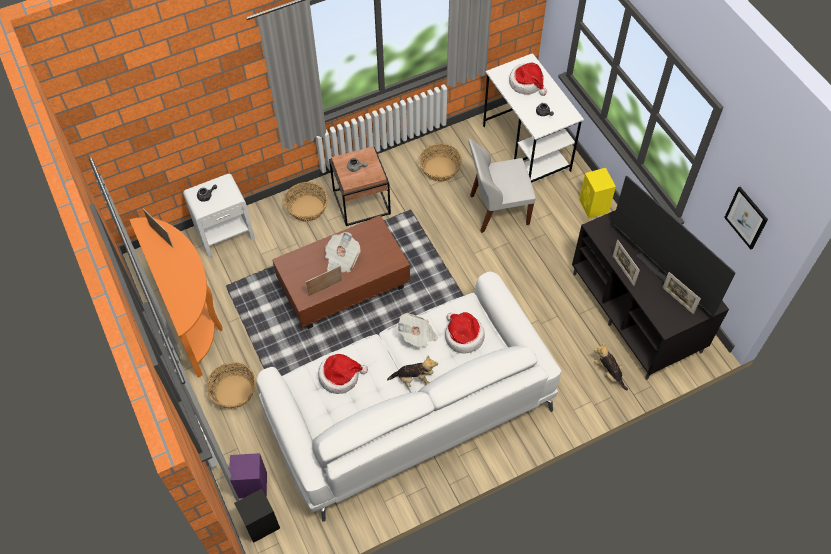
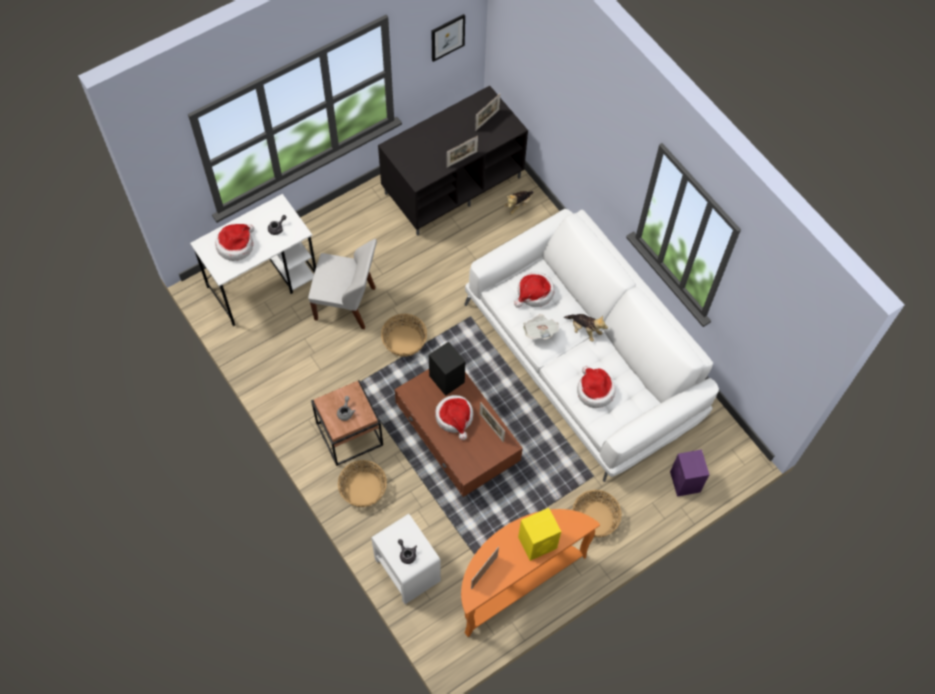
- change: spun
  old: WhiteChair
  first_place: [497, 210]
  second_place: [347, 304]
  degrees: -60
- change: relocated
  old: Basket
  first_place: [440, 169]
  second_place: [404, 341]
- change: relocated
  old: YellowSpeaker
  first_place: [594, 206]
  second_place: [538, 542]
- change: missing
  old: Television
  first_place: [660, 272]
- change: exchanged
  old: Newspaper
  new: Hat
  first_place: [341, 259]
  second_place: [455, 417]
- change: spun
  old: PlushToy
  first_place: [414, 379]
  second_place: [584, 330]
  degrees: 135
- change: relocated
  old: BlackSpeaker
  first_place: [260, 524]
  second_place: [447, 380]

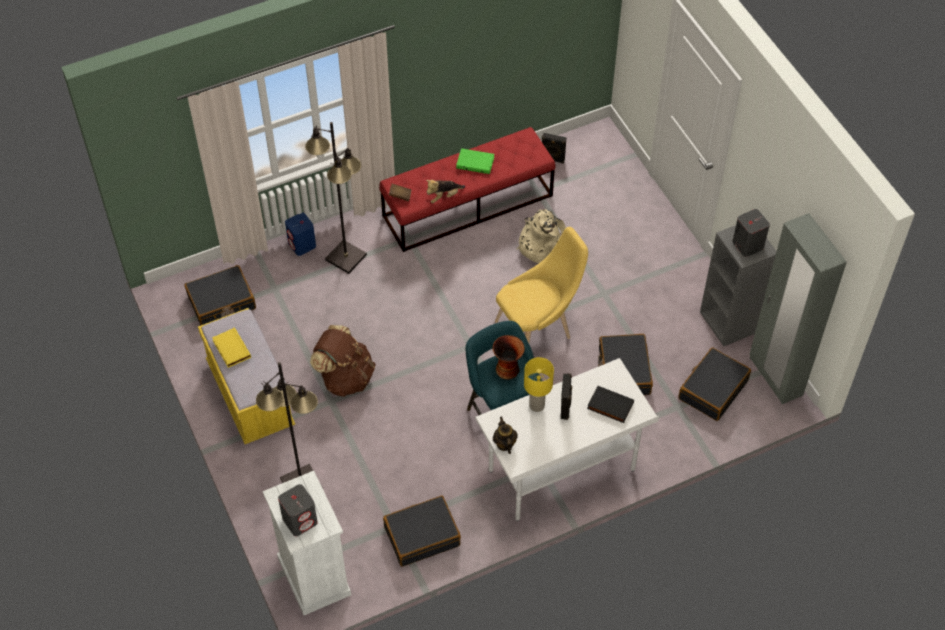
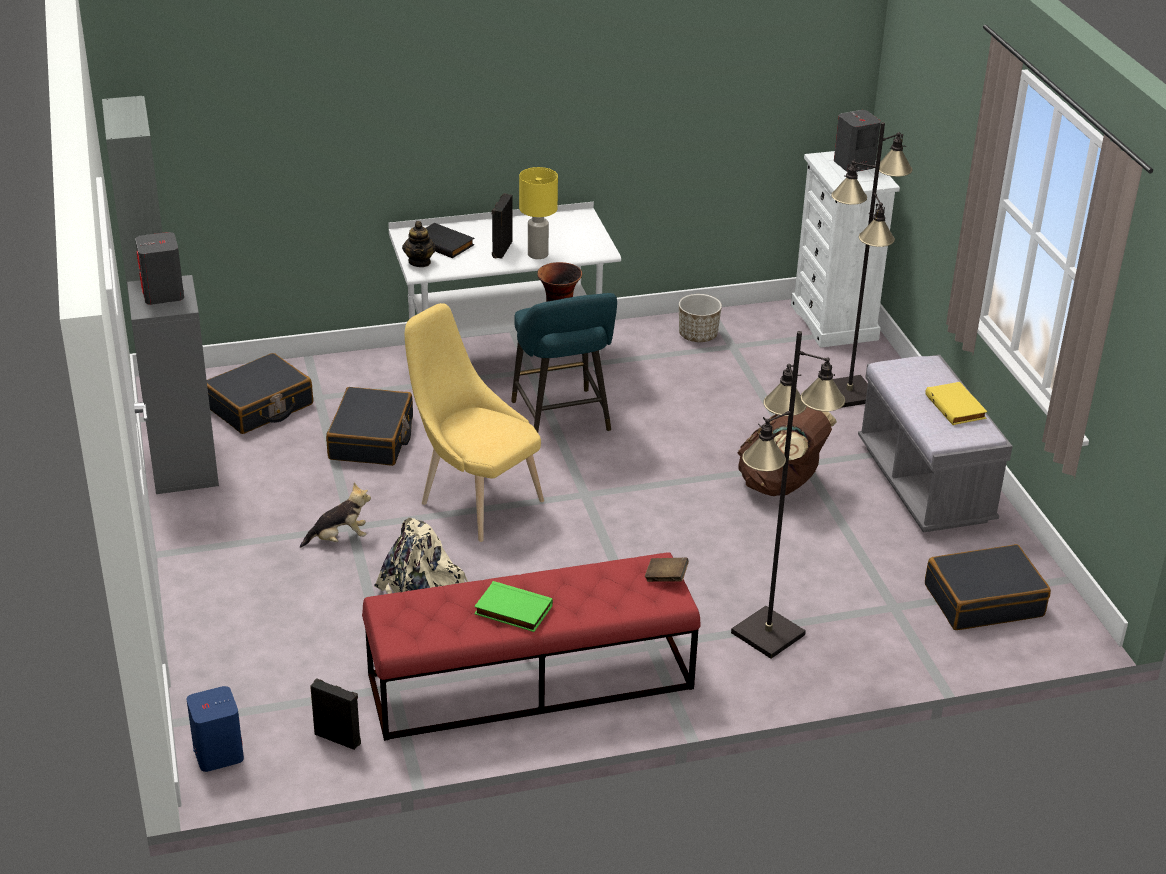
- change: relocated
  old: PlushToy
  first_place: [444, 196]
  second_place: [339, 539]
- change: relocated
  old: BlueSpeaker
  first_place: [302, 245]
  second_place: [218, 753]
- change: spun
  old: YellowChair
  first_place: [538, 328]
  second_place: [475, 500]
  degrees: 60
- change: colour
  old: YellowBench
  new: GreyBench
  first_place: [250, 395]
  second_place: [924, 484]
- change: relocated
  old: Teapot
  first_place: [504, 444]
  second_place: [420, 262]
- change: exchanged
  old: BlackSuitcase
  new: Planter
  first_place: [422, 536]
  second_place: [698, 335]

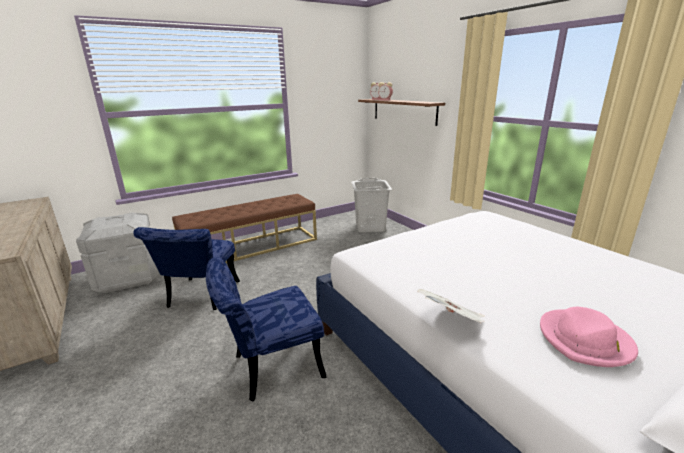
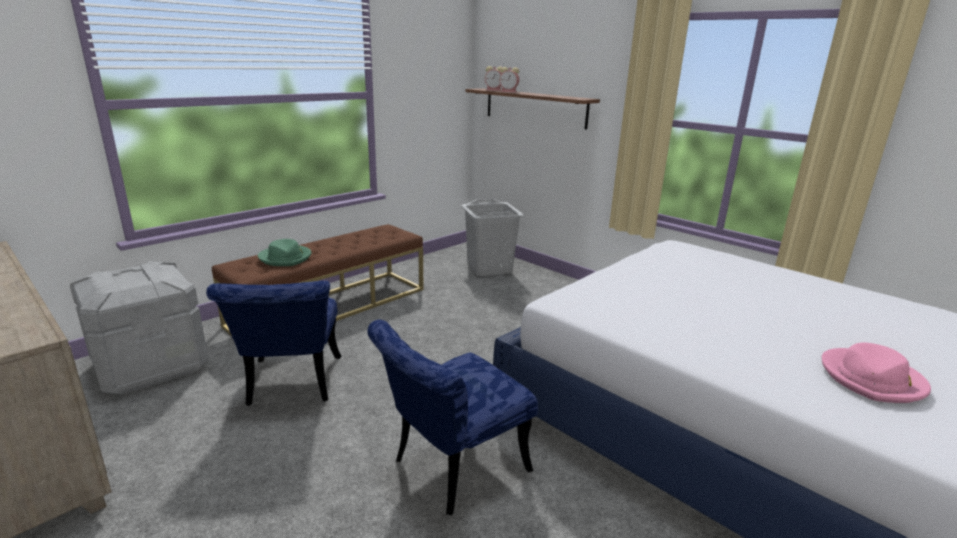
- change: missing
  old: Newspaper
  first_place: [452, 321]
- change: appeared
  new: GreenHat
  second_place: [286, 258]

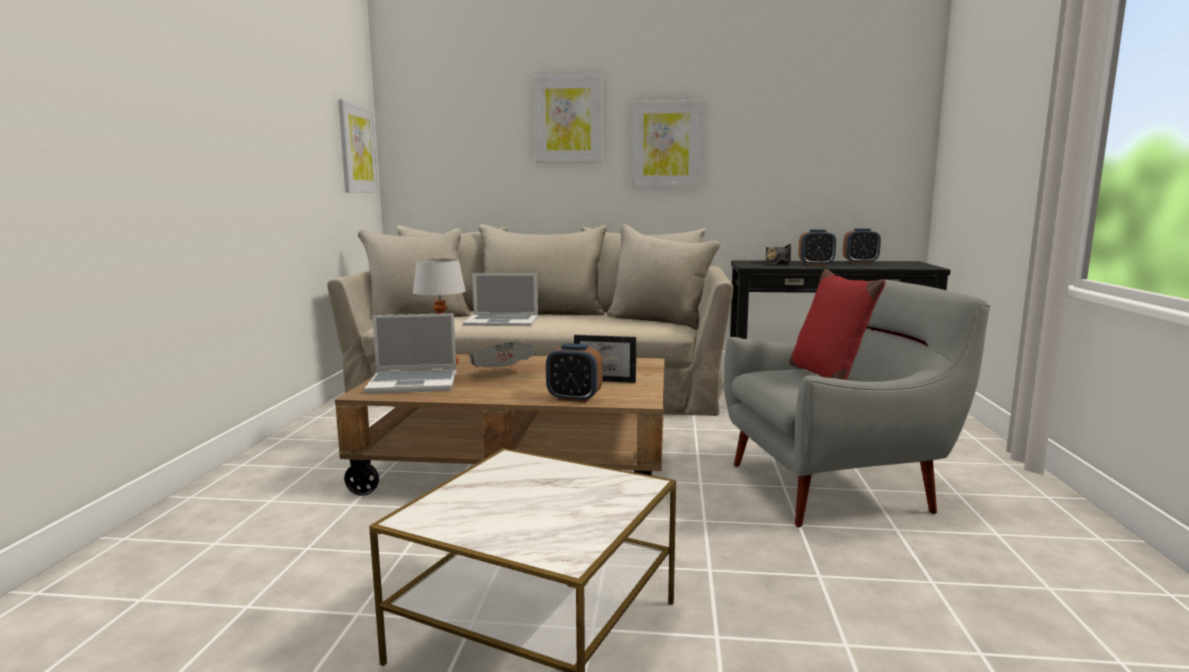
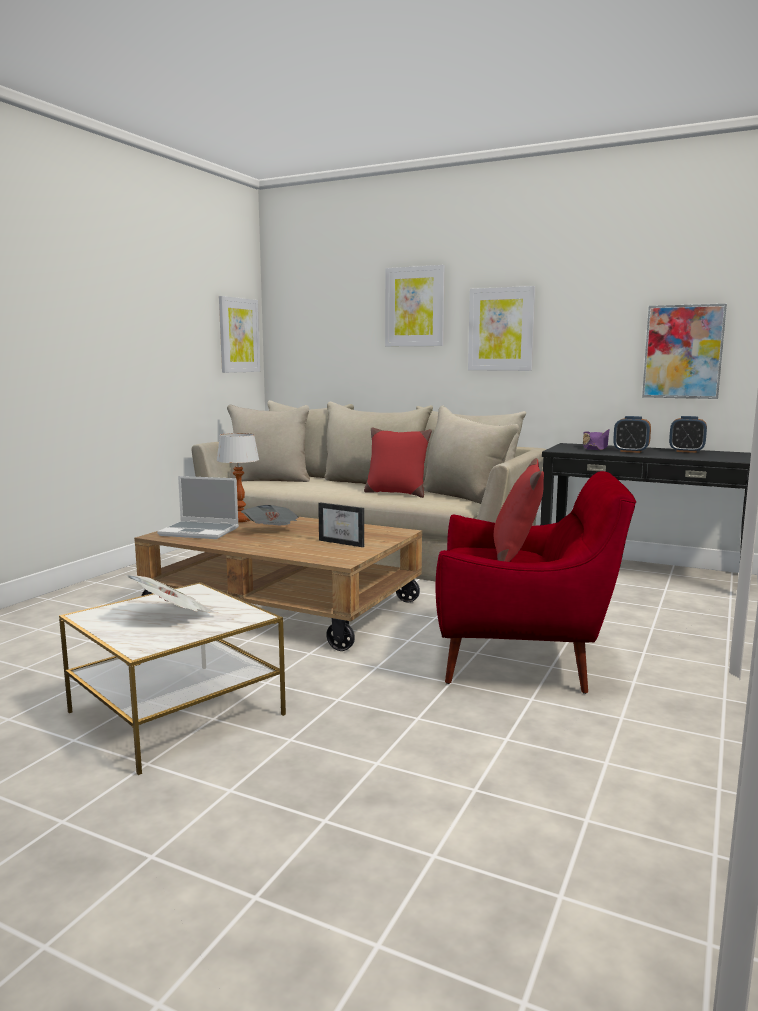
- change: colour
  old: BlackHat
  new: PurpleHat
  first_place: [777, 263]
  second_place: [595, 448]
- change: missing
  old: Laptop
  first_place: [502, 321]
- change: colour
  old: GreyArmchair
  new: RedArmchair
  first_place: [837, 486]
  second_place: [524, 660]
- change: missing
  old: AlarmClock
  first_place: [574, 398]
- change: appeared
  new: Picture
  second_place: [683, 352]
- change: appeared
  new: RedPillow
  second_place: [396, 493]
- change: appeared
  new: Newspaper
  second_place: [173, 616]

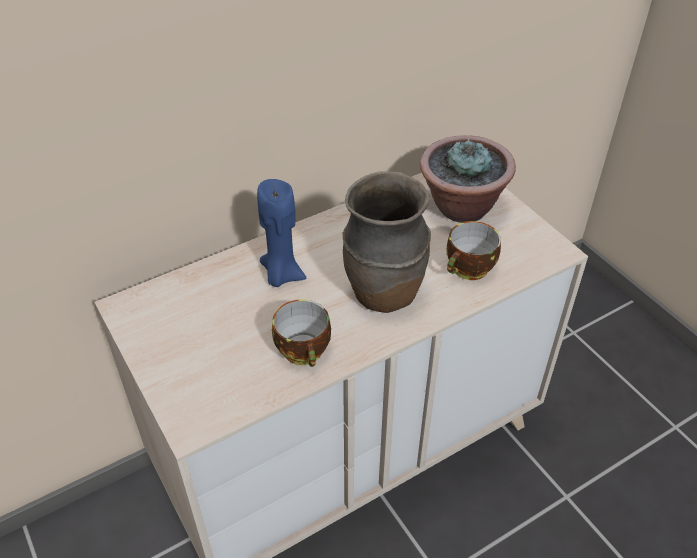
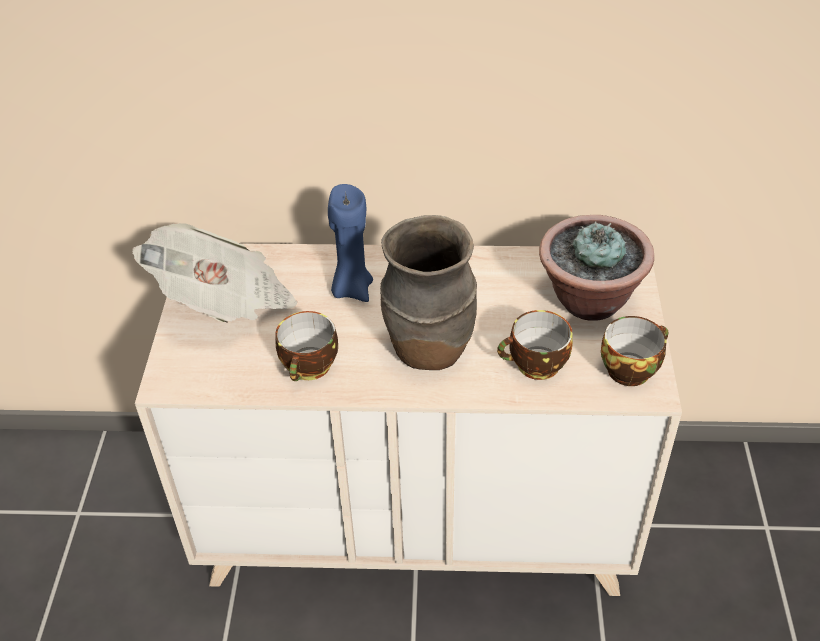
- change: appeared
  new: Newspaper
  second_place: [225, 302]
- change: appeared
  new: Cup
  second_place: [630, 368]

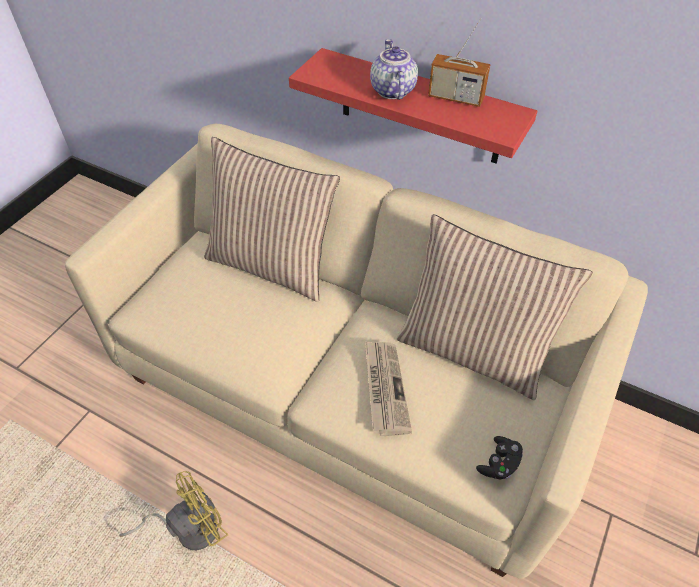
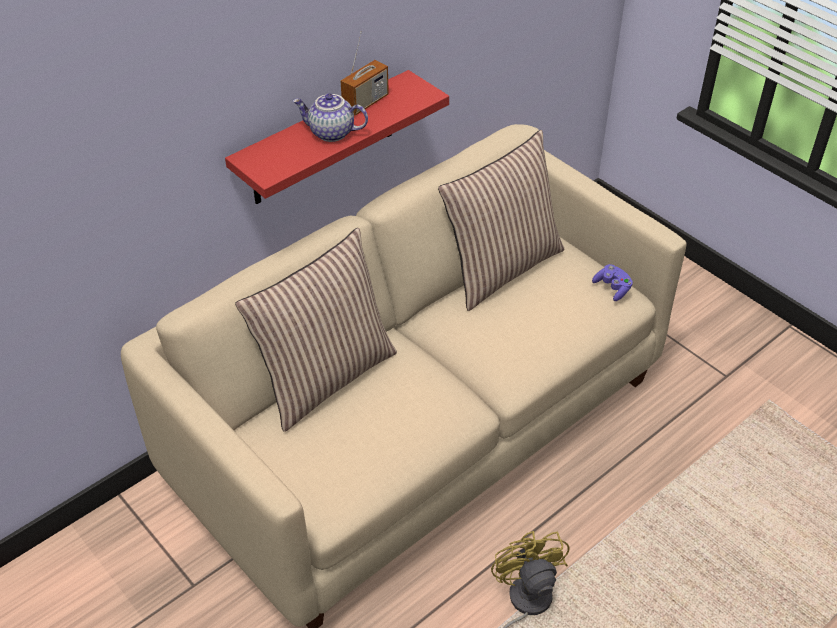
- change: missing
  old: Newspaper
  first_place: [384, 388]
- change: colour
  old: BlackGameController
  new: PurpleGameController
  first_place: [499, 464]
  second_place: [612, 288]

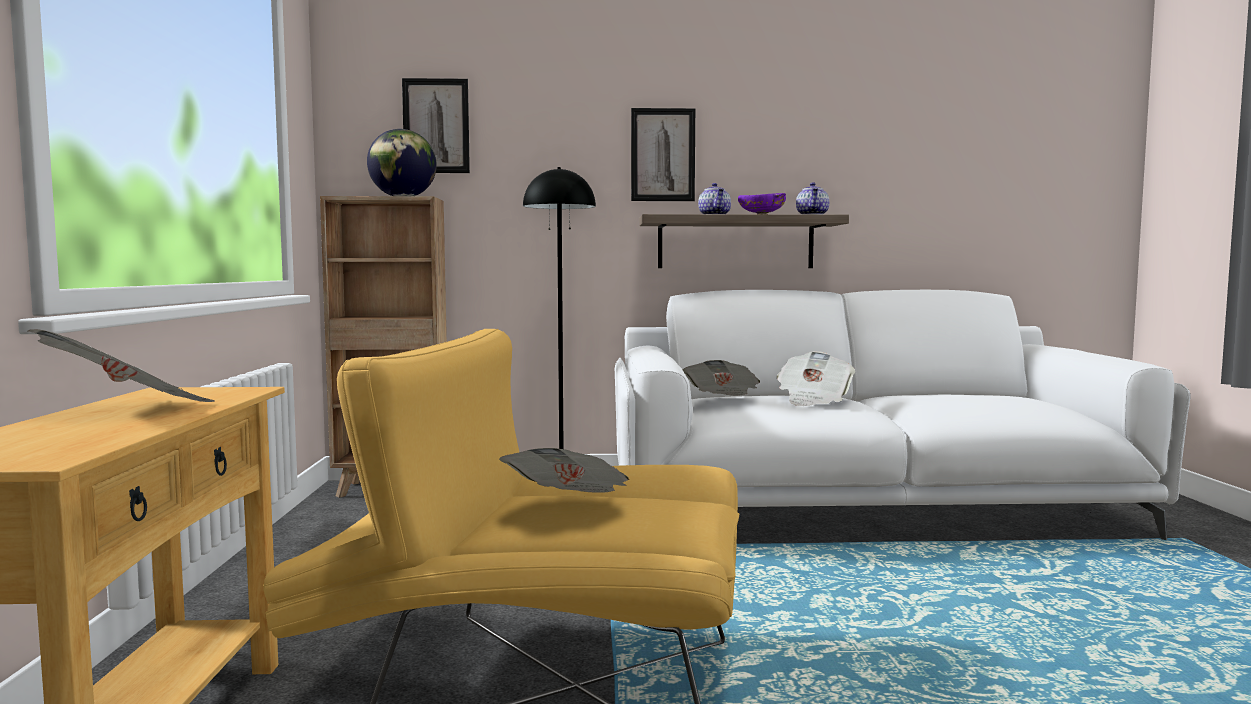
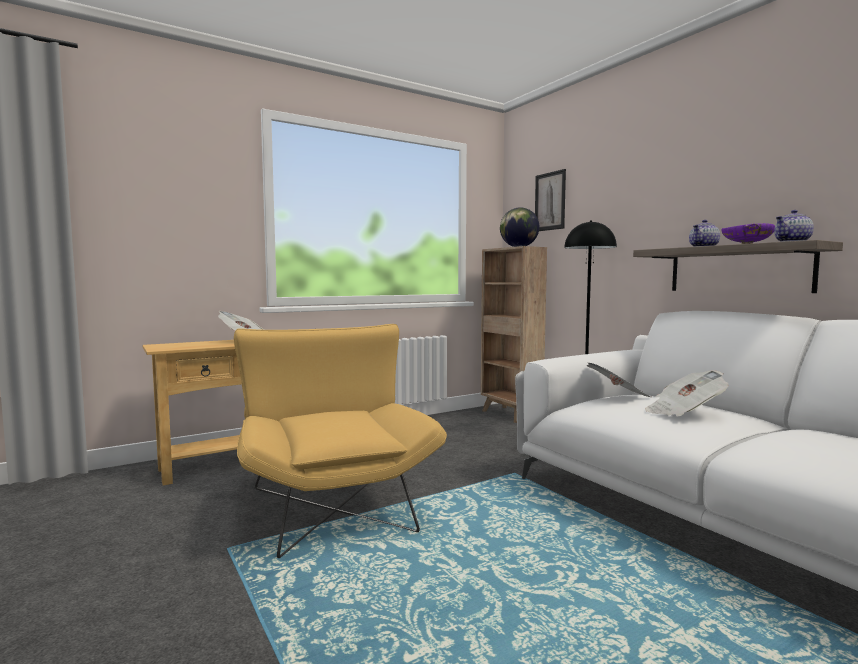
- change: missing
  old: Picture
  first_place: [663, 155]
- change: missing
  old: Newspaper
  first_place: [569, 508]

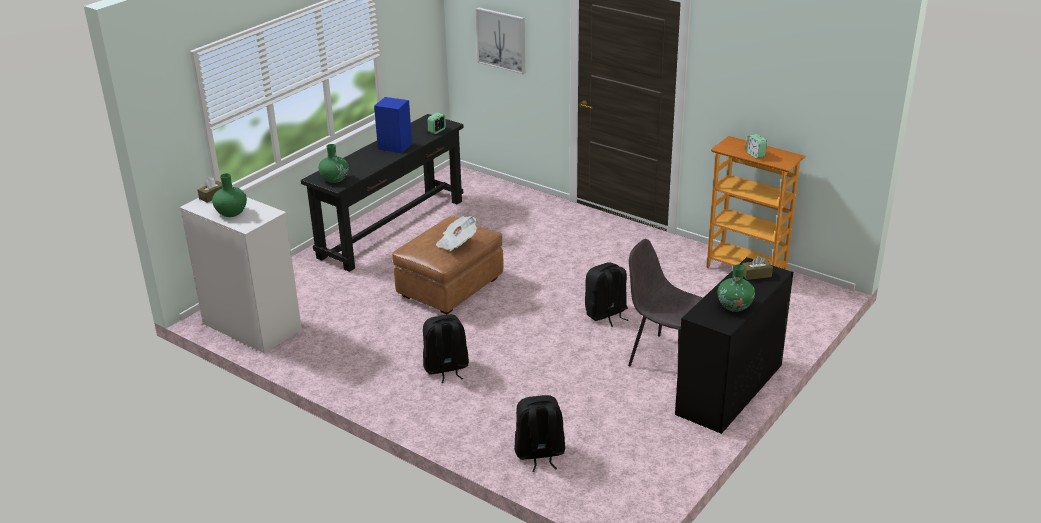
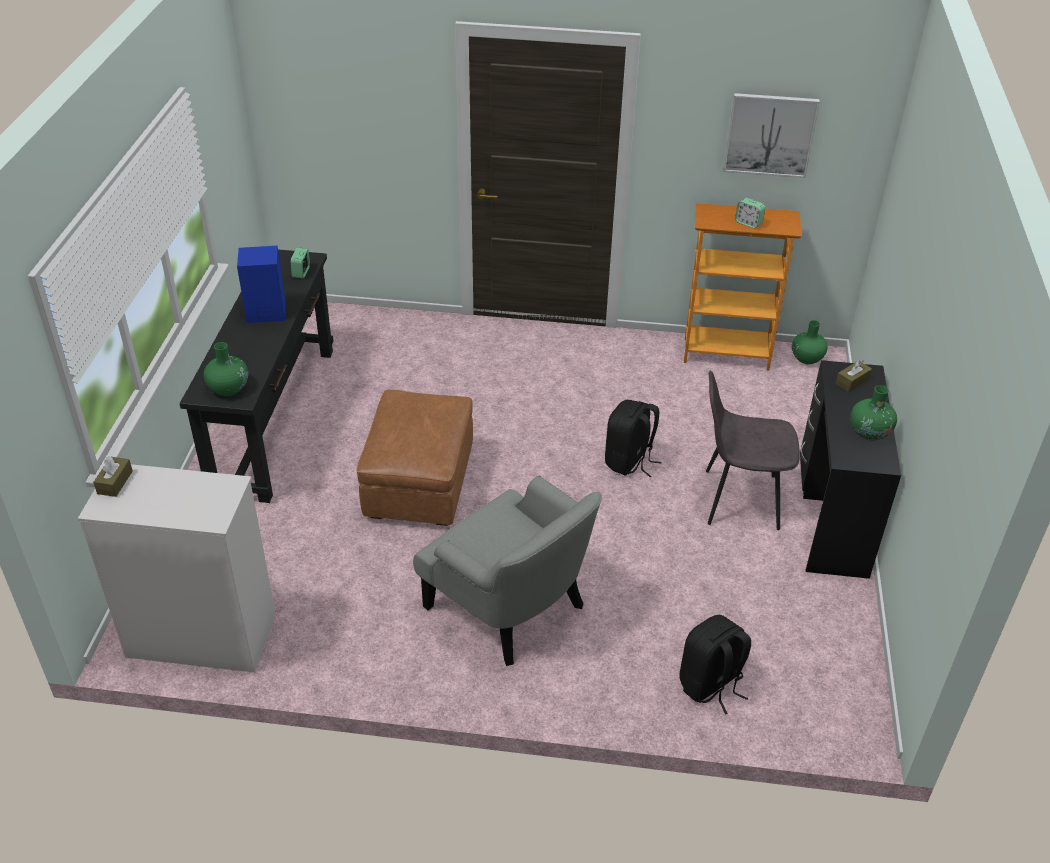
- change: relocated
  old: Picture
  first_place: [501, 40]
  second_place: [770, 135]
- change: relocated
  old: GreenVase
  first_place: [231, 212]
  second_place: [806, 358]
- change: missing
  old: Newspaper
  first_place: [457, 243]
- change: exchanged
  old: BlackBackpack
  new: GreyArmchair
  first_place: [446, 368]
  second_place: [509, 606]

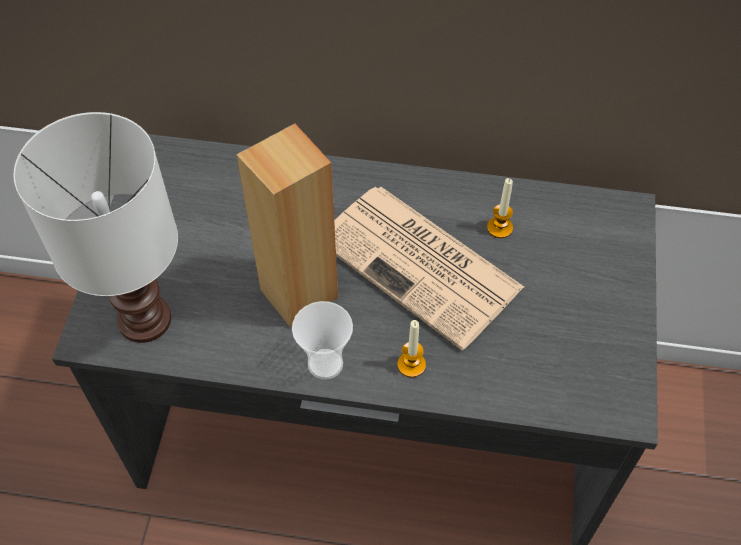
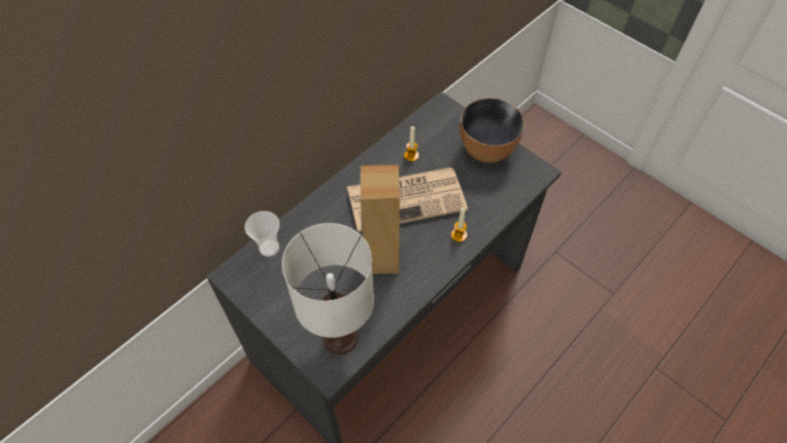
- change: relocated
  old: Cup
  first_place: [325, 364]
  second_place: [269, 248]
- change: appeared
  new: Bowl
  second_place: [486, 149]

